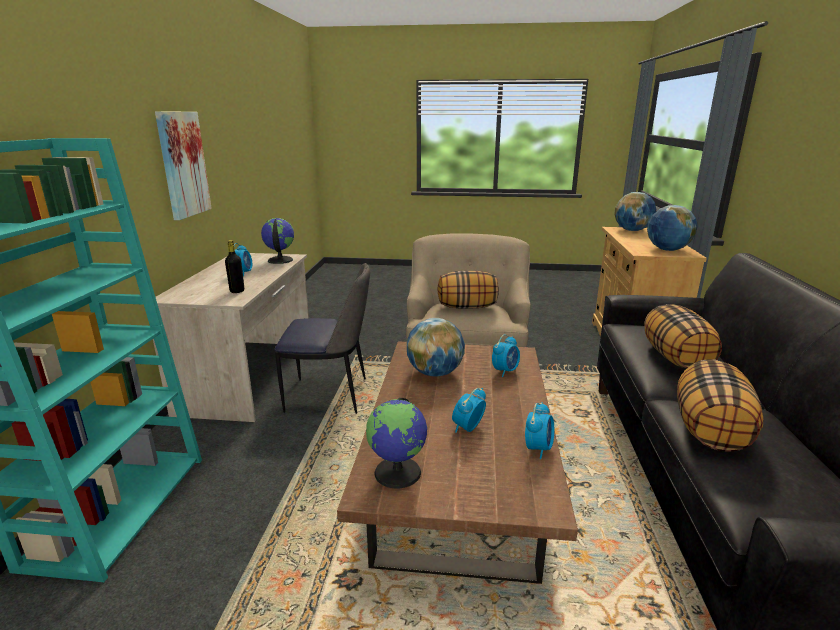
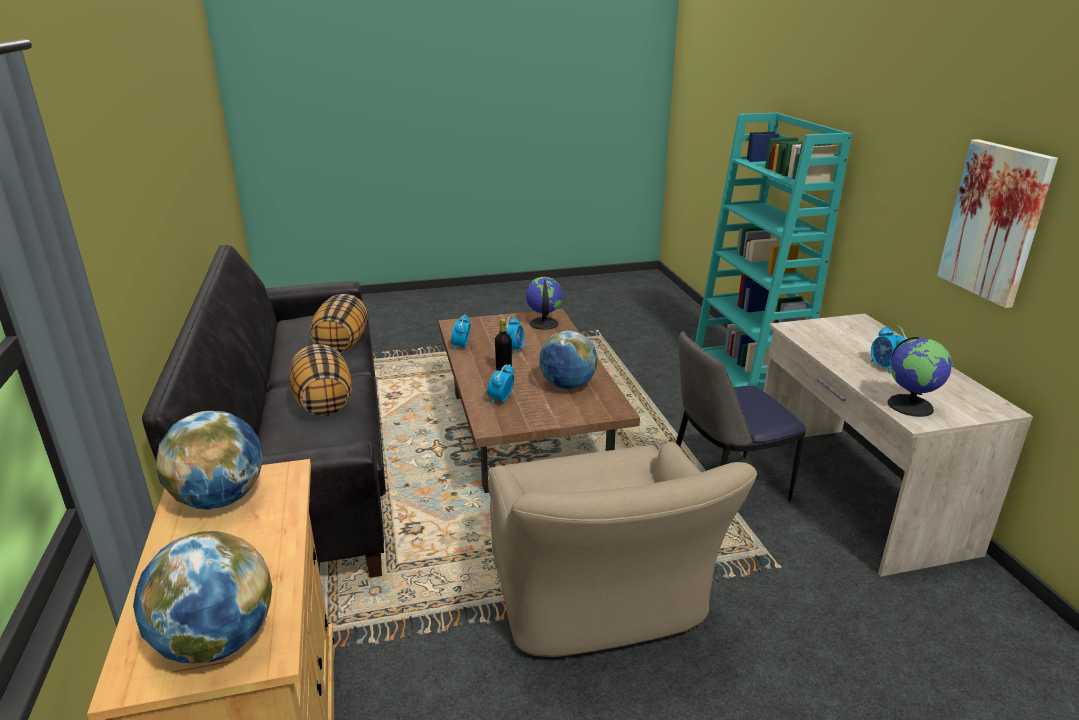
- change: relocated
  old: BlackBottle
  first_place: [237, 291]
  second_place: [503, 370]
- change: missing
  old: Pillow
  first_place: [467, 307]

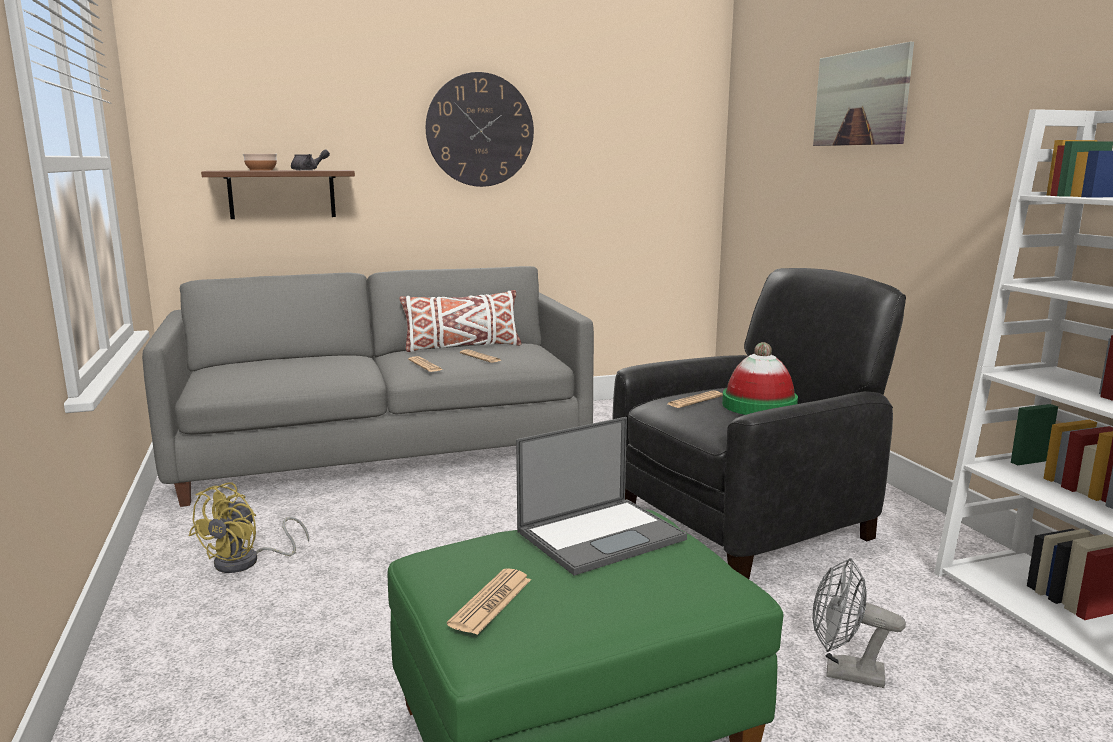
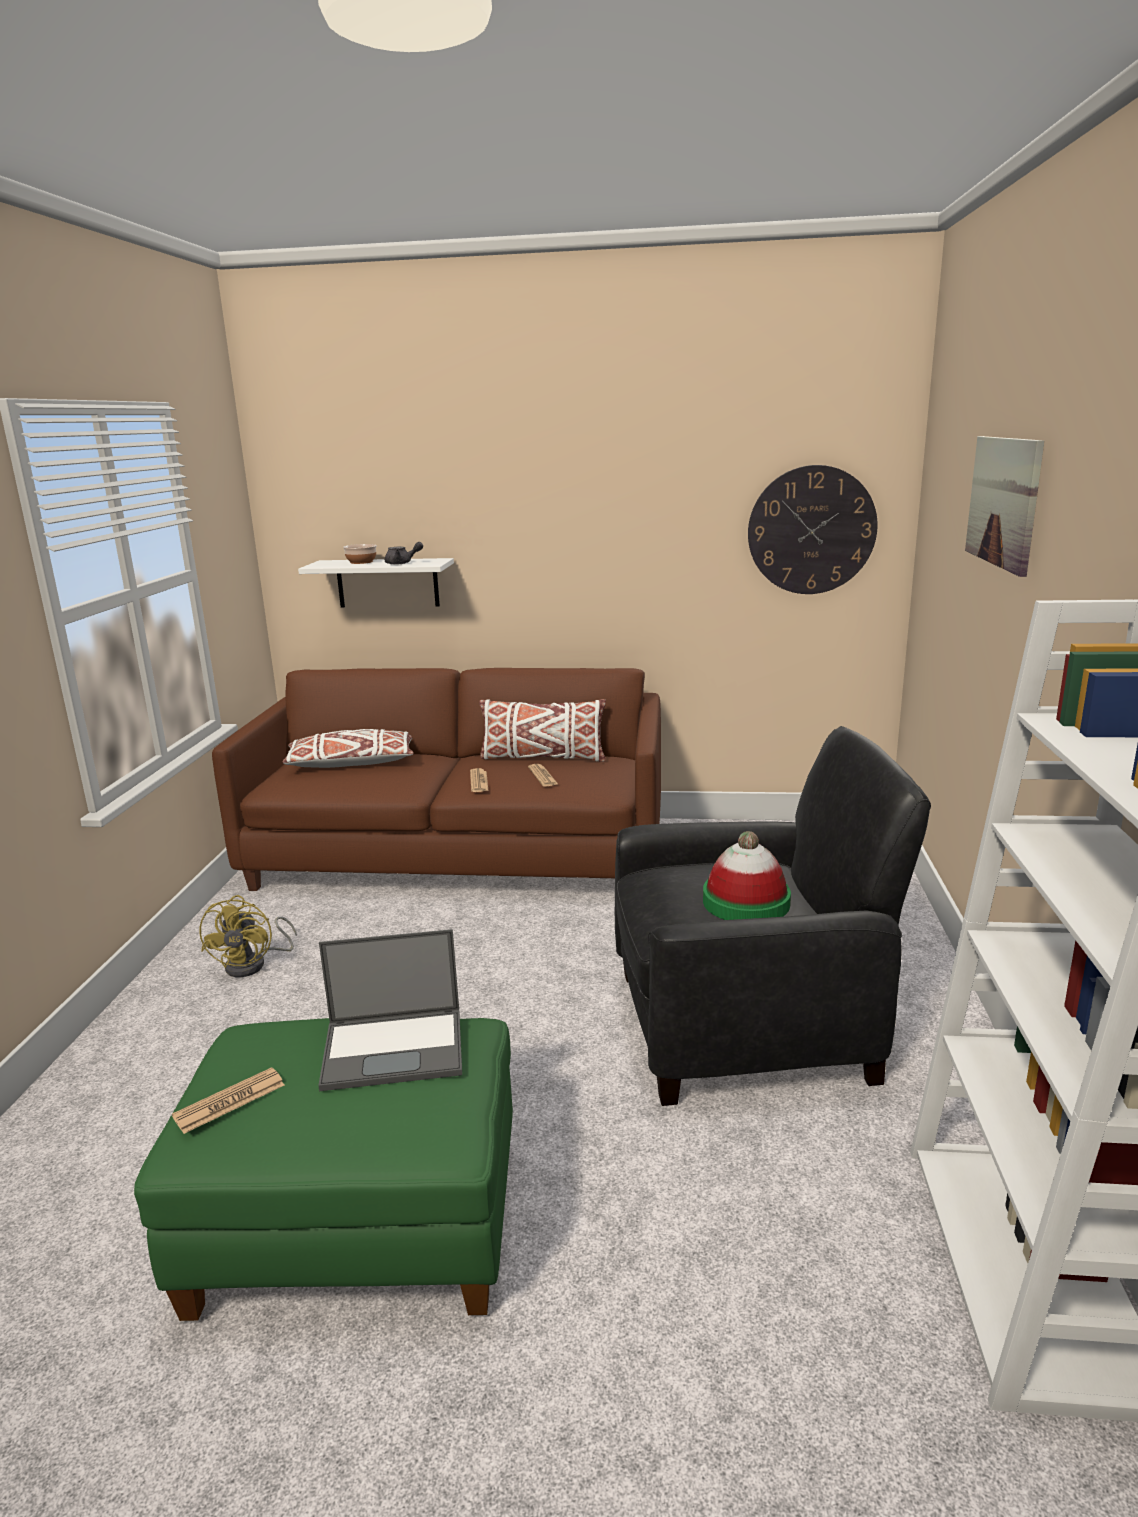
- change: relocated
  old: WallClock
  first_place: [480, 130]
  second_place: [811, 530]
- change: colour
  old: BrownShelf
  new: WhiteShelf
  first_place: [282, 194]
  second_place: [387, 583]
- change: colour
  old: GreySofa
  new: BrownSofa
  first_place: [384, 450]
  second_place: [461, 854]
- change: missing
  old: Newspaper
  first_place: [694, 400]
- change: spun
  old: YellowFan
  first_place: [247, 562]
  second_place: [254, 964]
  degrees: -45
- change: missing
  old: GreyFan
  first_place: [844, 673]
- change: appeared
  new: WhitePillow
  second_place: [351, 763]

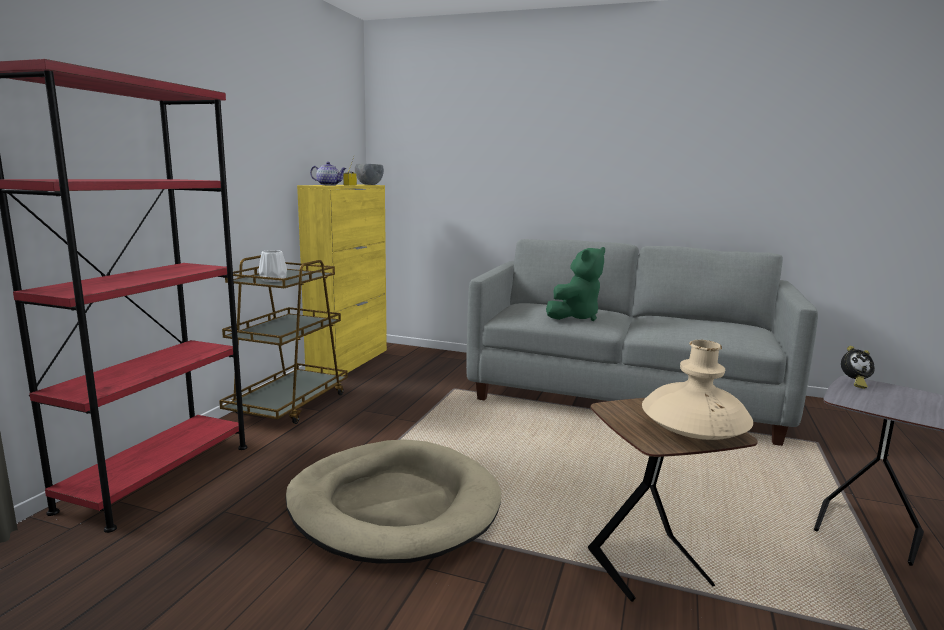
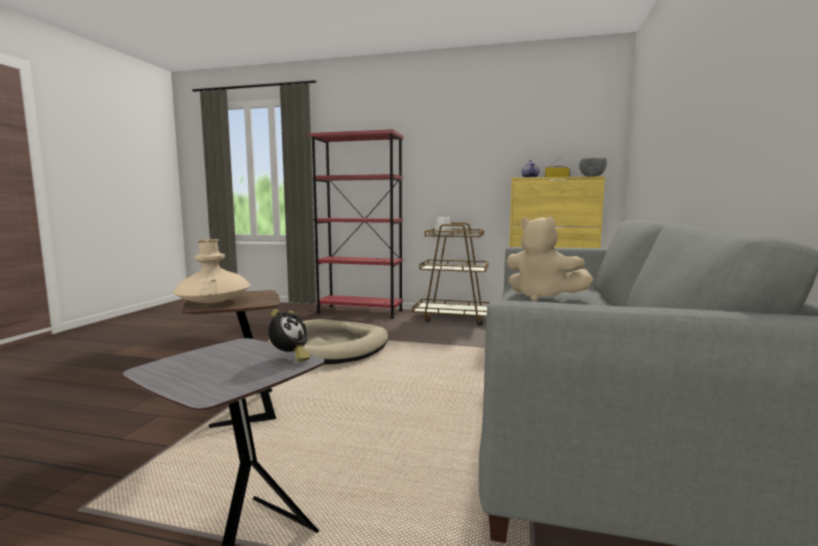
- change: colour
  old: GreenPlushToy
  new: BeigePlushToy
  first_place: [575, 317]
  second_place: [542, 297]
- change: spun
  old: AlarmClock
  first_place: [853, 383]
  second_place: [290, 357]
  degrees: -150

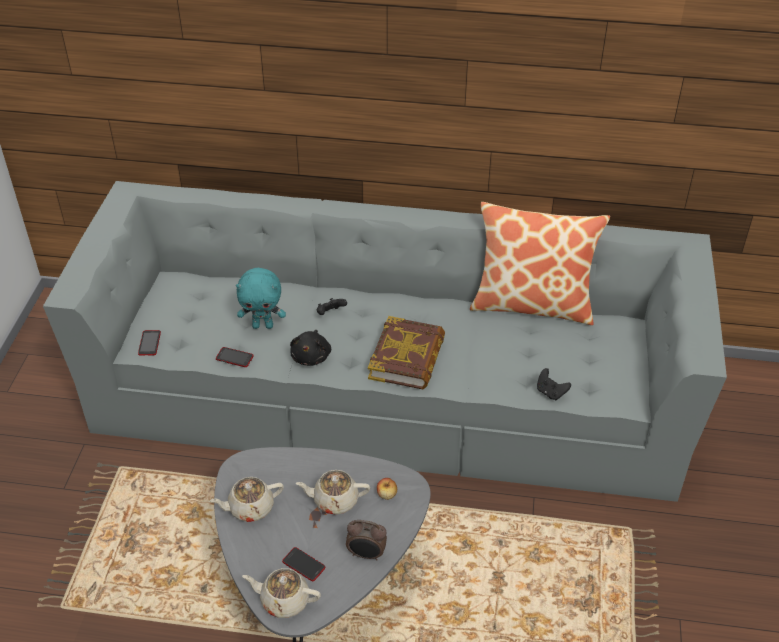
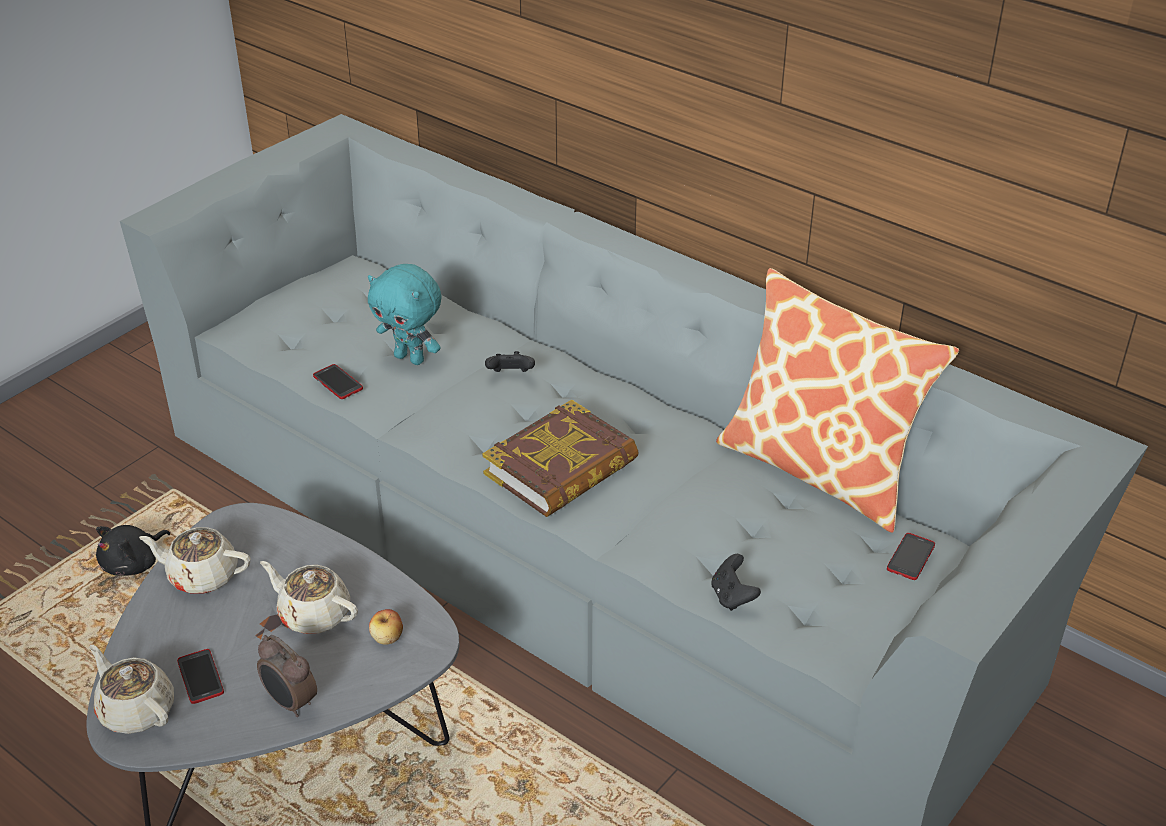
- change: relocated
  old: Phone
  first_place: [149, 343]
  second_place: [910, 557]
- change: relocated
  old: BlackPlushToy
  first_place: [311, 356]
  second_place: [134, 563]

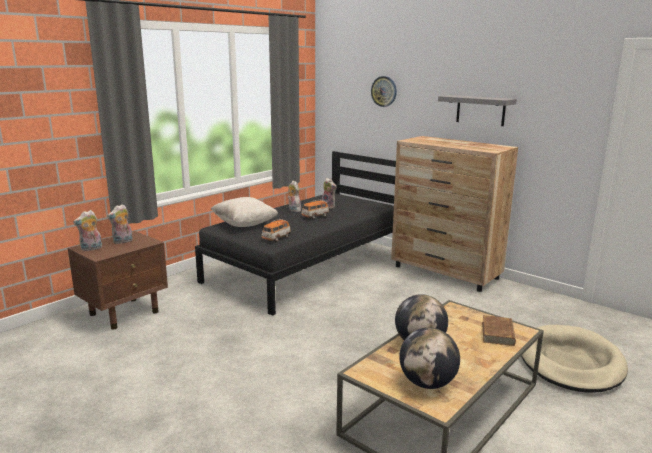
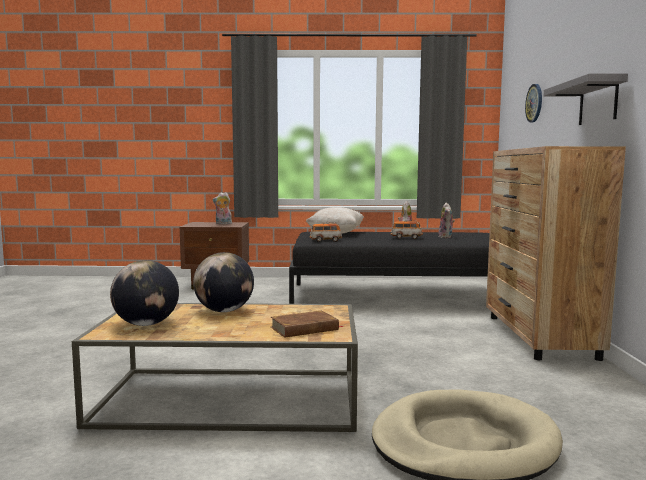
- change: missing
  old: PlushToy
  first_place: [91, 249]

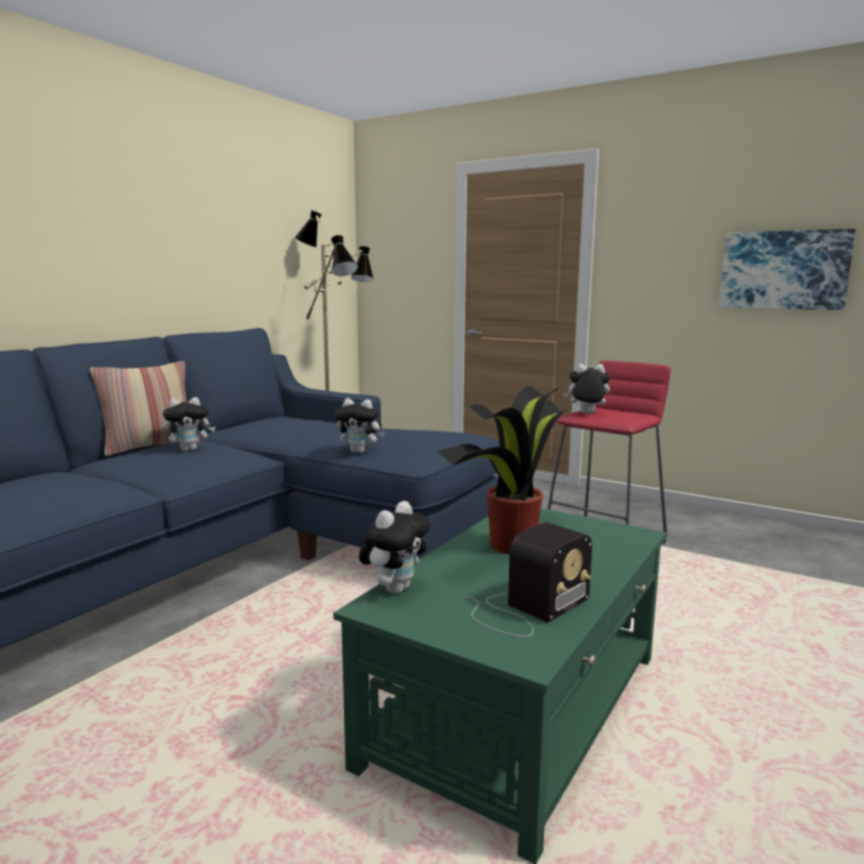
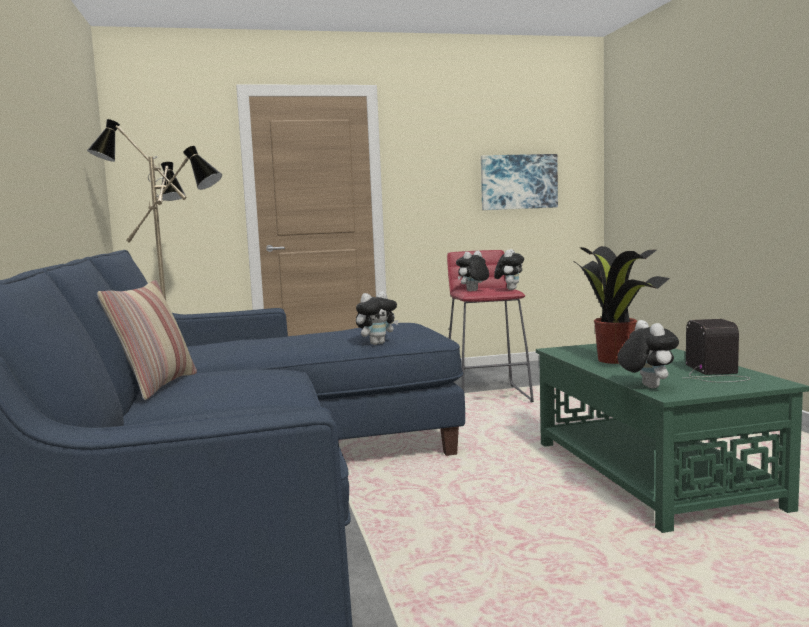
- change: relocated
  old: PlushToy
  first_place: [190, 449]
  second_place: [509, 289]

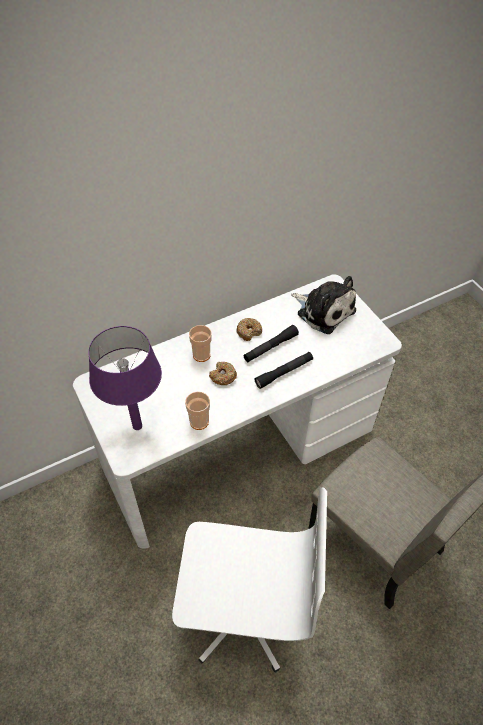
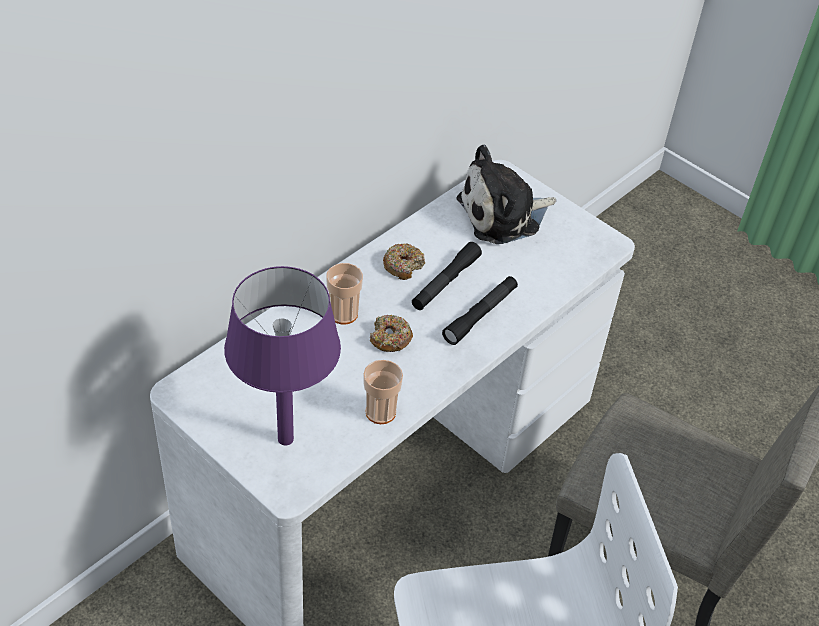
- change: spun
  old: PlushToy
  first_place: [323, 310]
  second_place: [503, 215]
  degrees: 135

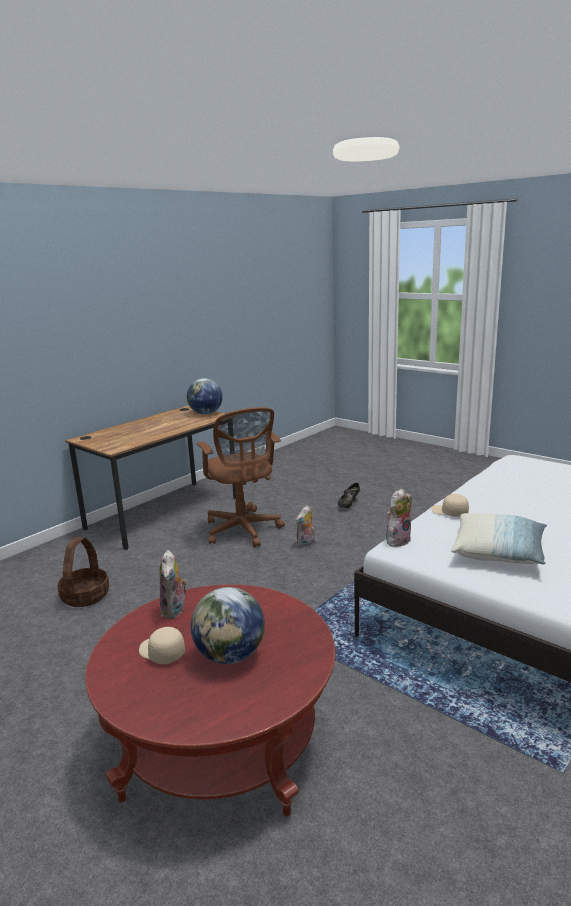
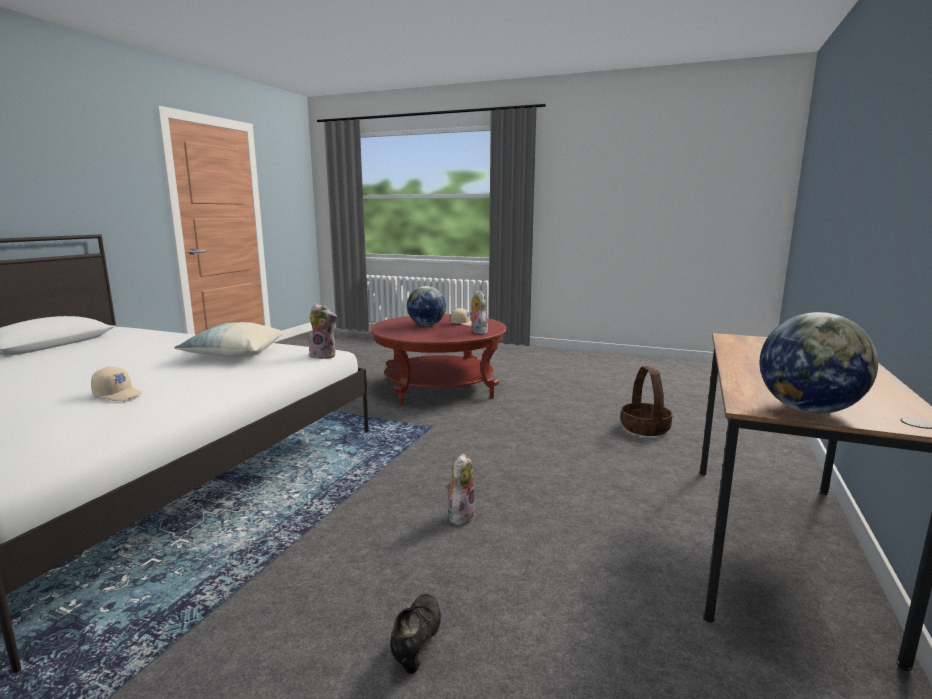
- change: missing
  old: BrownOfficeChair
  first_place: [243, 531]
- change: spun
  old: PlushToy
  first_place: [397, 540]
  second_place: [324, 355]
  degrees: -105
- change: relocated
  old: BeigeCap
  first_place: [449, 512]
  second_place: [119, 394]

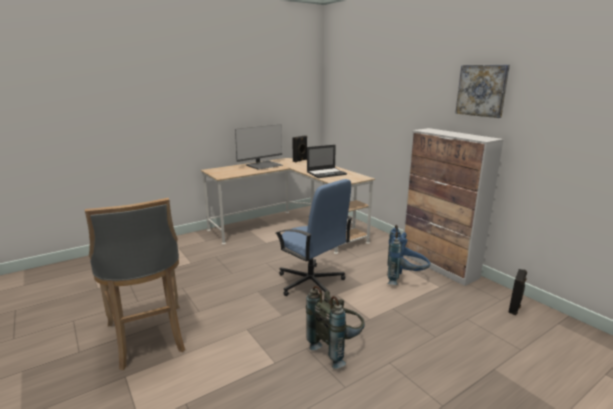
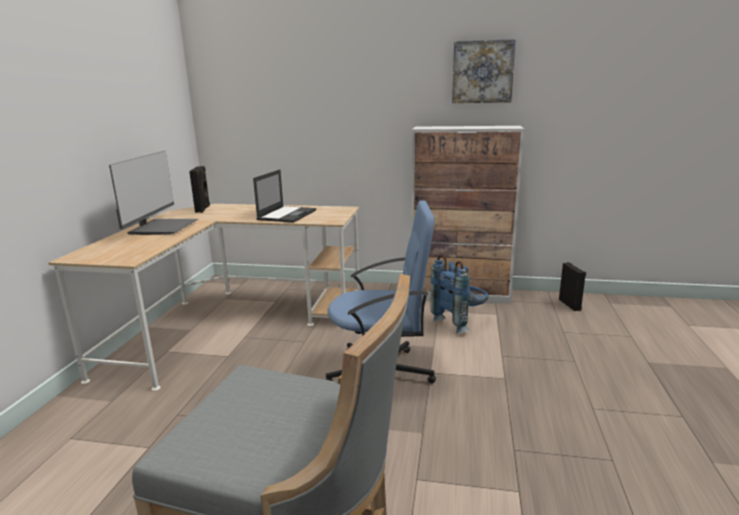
- change: missing
  old: GreyBackpack
  first_place: [336, 348]

